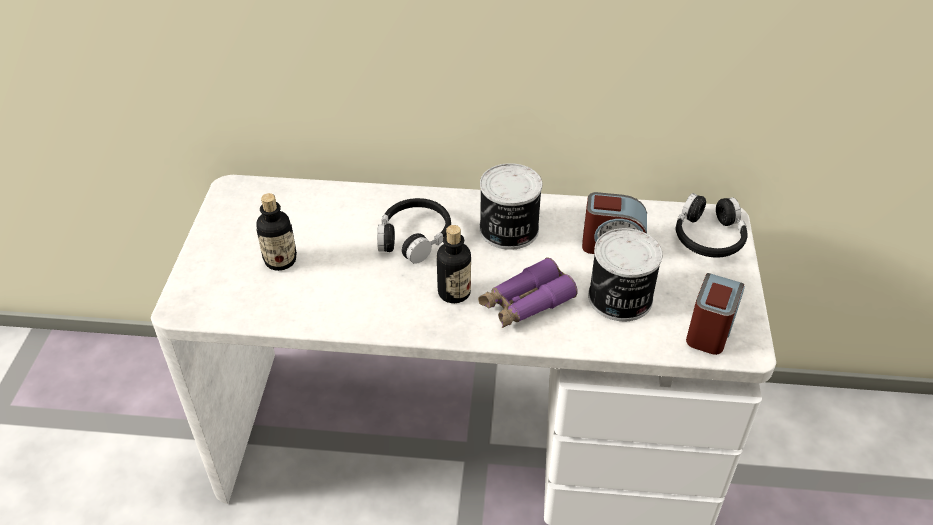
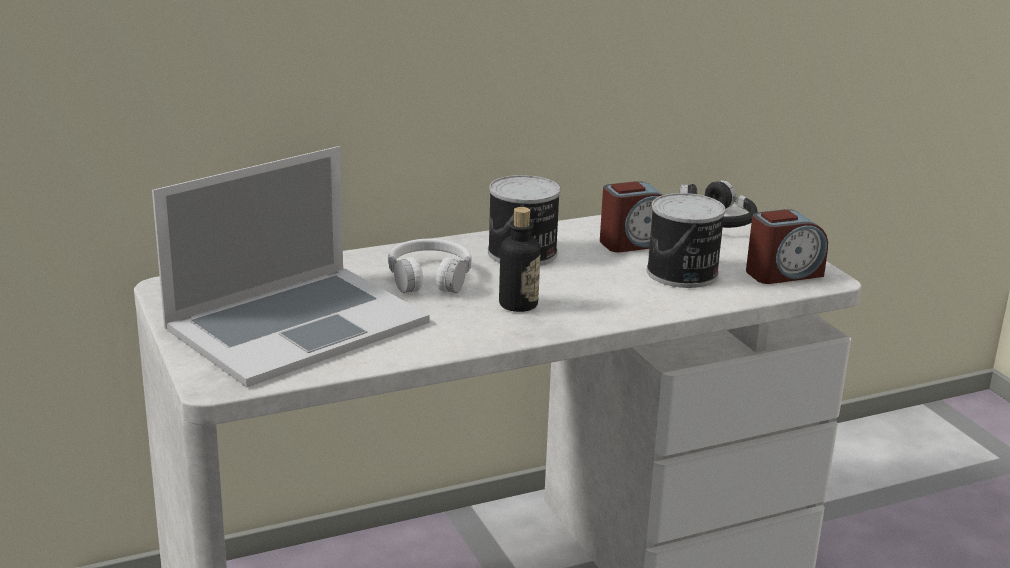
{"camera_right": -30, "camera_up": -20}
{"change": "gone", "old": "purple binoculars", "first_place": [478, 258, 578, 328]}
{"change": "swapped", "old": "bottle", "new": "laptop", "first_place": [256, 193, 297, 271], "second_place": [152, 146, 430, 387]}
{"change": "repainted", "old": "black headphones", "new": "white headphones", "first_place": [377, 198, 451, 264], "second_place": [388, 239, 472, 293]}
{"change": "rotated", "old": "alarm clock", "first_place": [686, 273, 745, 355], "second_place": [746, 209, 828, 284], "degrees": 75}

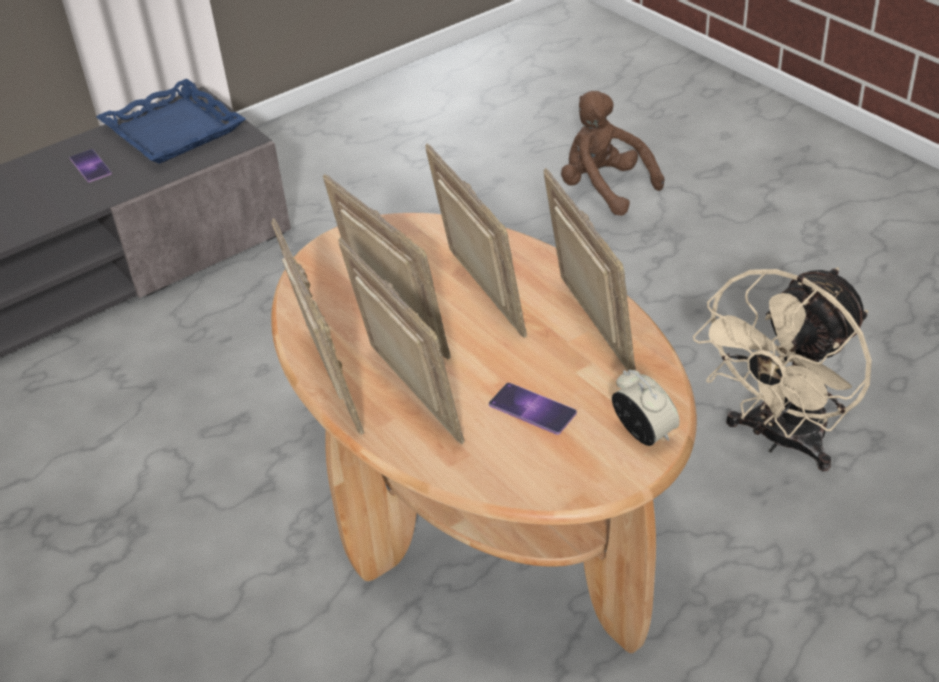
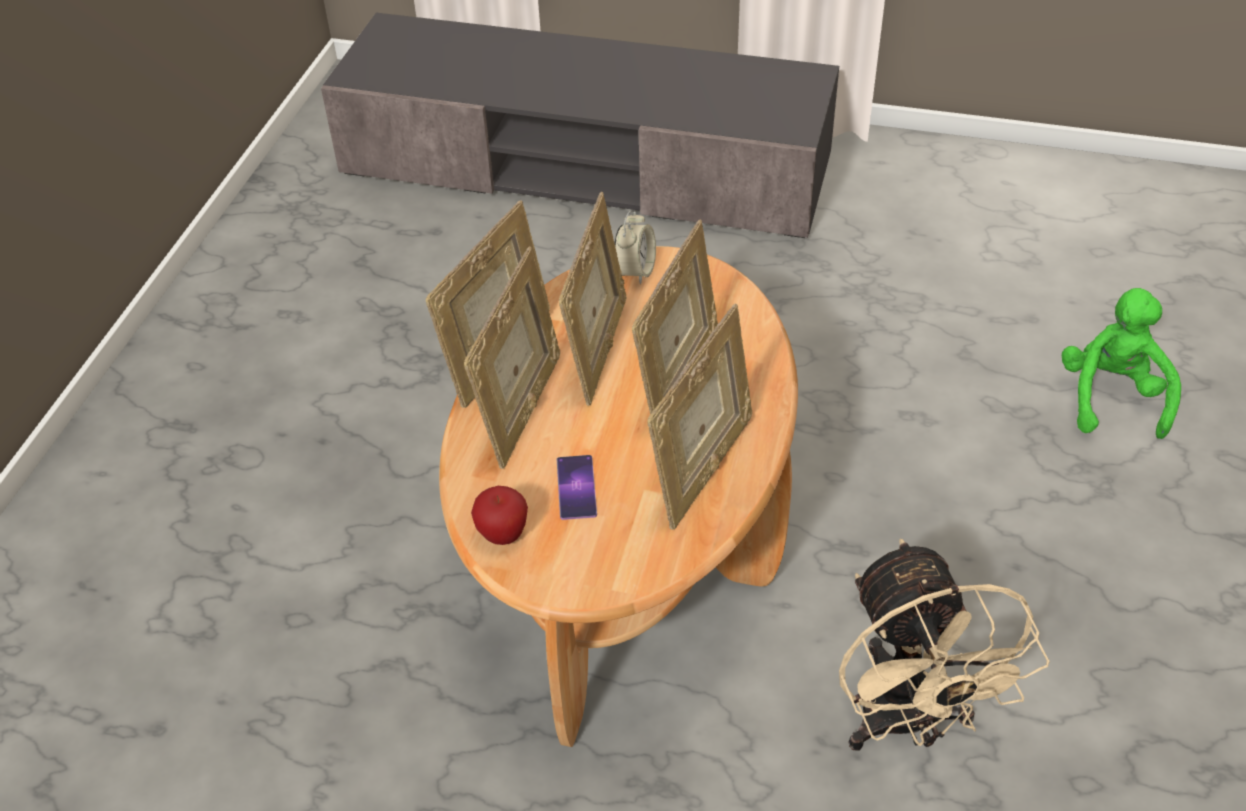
{"camera_right": 50, "camera_up": 5}
{"change": "gone", "old": "phone", "first_place": [69, 149, 112, 182]}
{"change": "gone", "old": "blue tray", "first_place": [96, 79, 246, 164]}
{"change": "new", "new": "apple", "second_place": [471, 486, 528, 545]}
{"change": "shifted", "old": "alarm clock", "first_place": [612, 369, 680, 446], "second_place": [615, 210, 656, 284]}
{"change": "repainted", "old": "brown plush toy", "new": "green plush toy", "first_place": [561, 91, 664, 216], "second_place": [1062, 288, 1181, 439]}
{"change": "rotated", "old": "beige fan", "first_place": [693, 267, 872, 471], "second_place": [839, 539, 1050, 751], "degrees": -105}

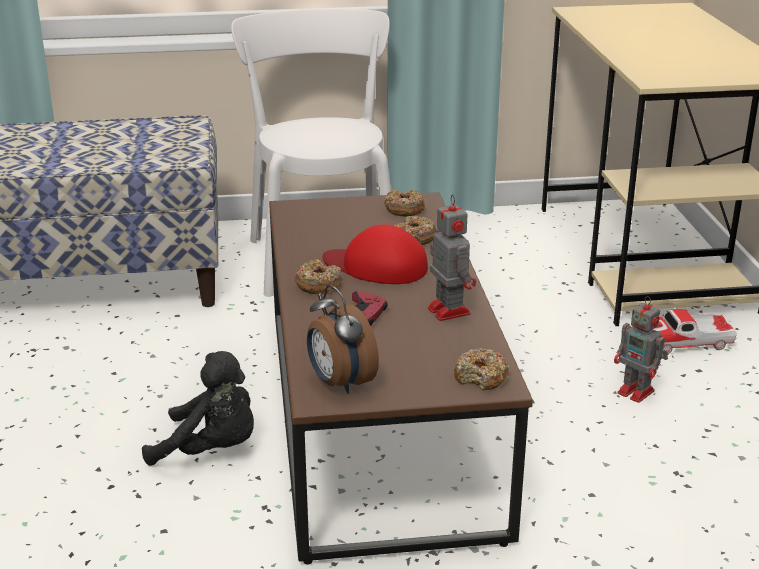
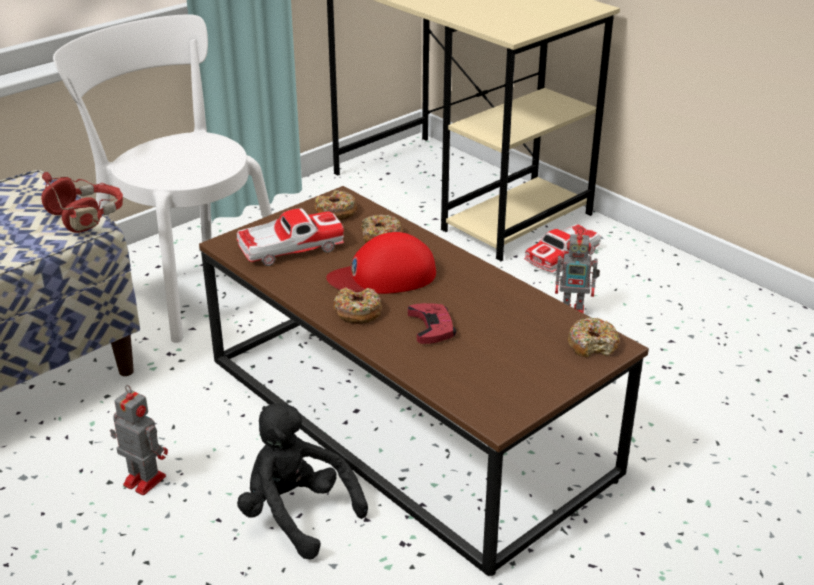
{"camera_right": -35, "camera_up": 5}
{"change": "gone", "old": "alarm clock", "first_place": [307, 285, 379, 394]}
{"change": "new", "new": "red headphones", "second_place": [41, 172, 123, 233]}
{"change": "new", "new": "toy car", "second_place": [236, 208, 344, 266]}
{"change": "shifted", "old": "toy robot", "first_place": [428, 194, 476, 321], "second_place": [110, 385, 168, 495]}
{"change": "rotated", "old": "black plush toy", "first_place": [142, 351, 254, 466], "second_place": [237, 403, 368, 560], "degrees": -120}

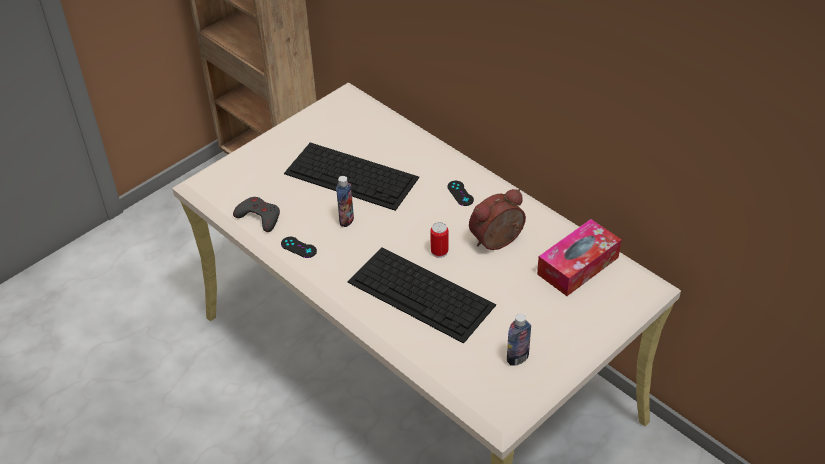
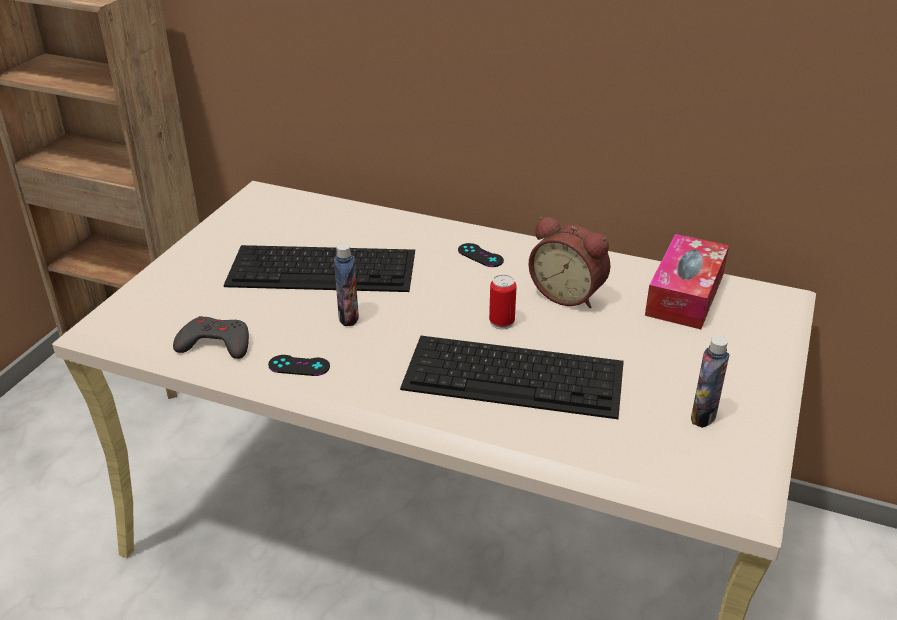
{"camera_right": -25, "camera_up": -10}
{"change": "rotated", "old": "alarm clock", "first_place": [469, 189, 526, 250], "second_place": [529, 217, 610, 308], "degrees": -90}

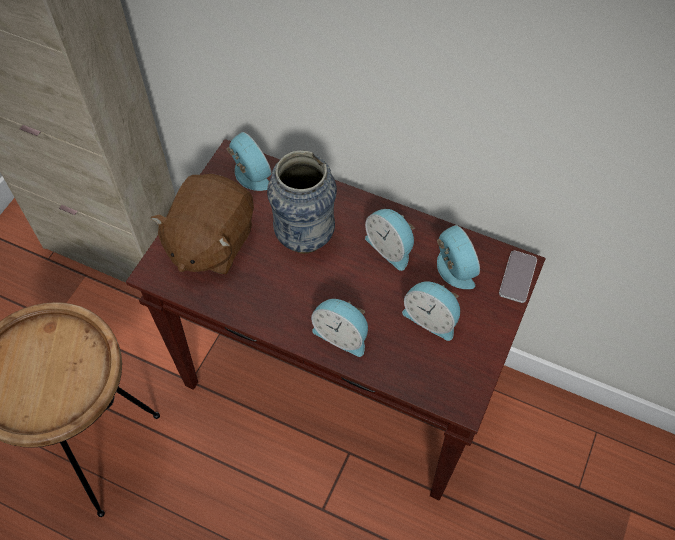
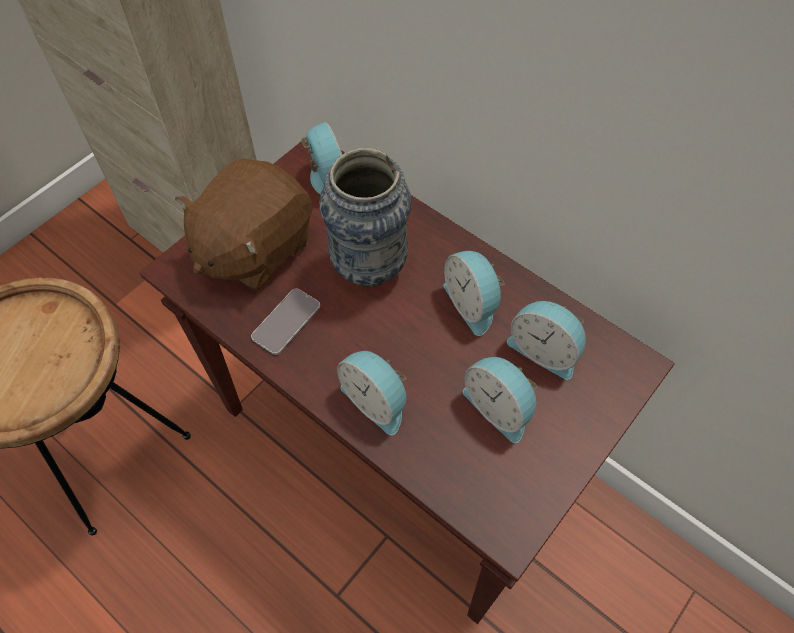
{"camera_right": 15, "camera_up": 0}
{"change": "shifted", "old": "phone", "first_place": [499, 251, 537, 303], "second_place": [251, 288, 320, 355]}
{"change": "rotated", "old": "alarm clock", "first_place": [437, 225, 480, 289], "second_place": [507, 301, 586, 380], "degrees": 135}

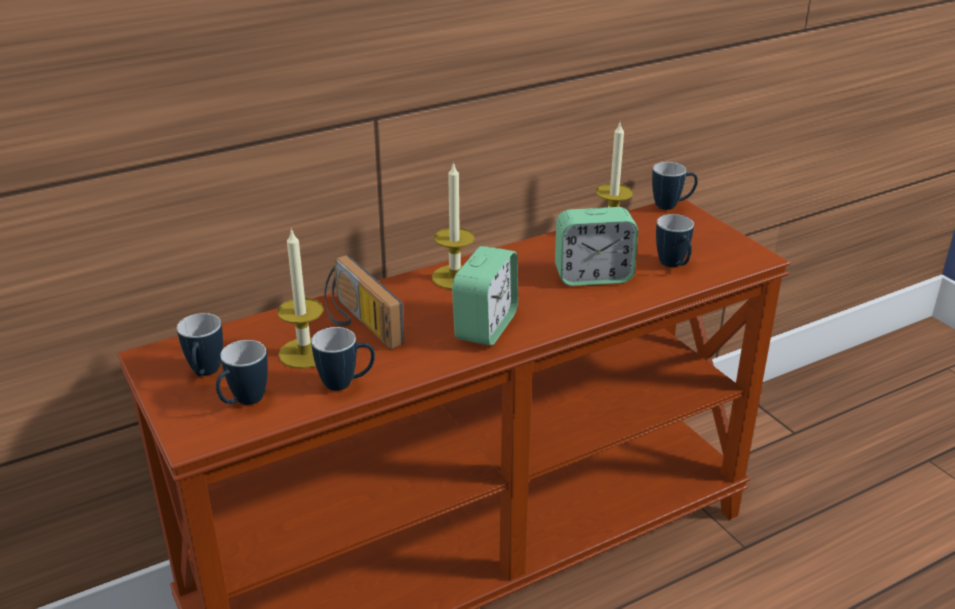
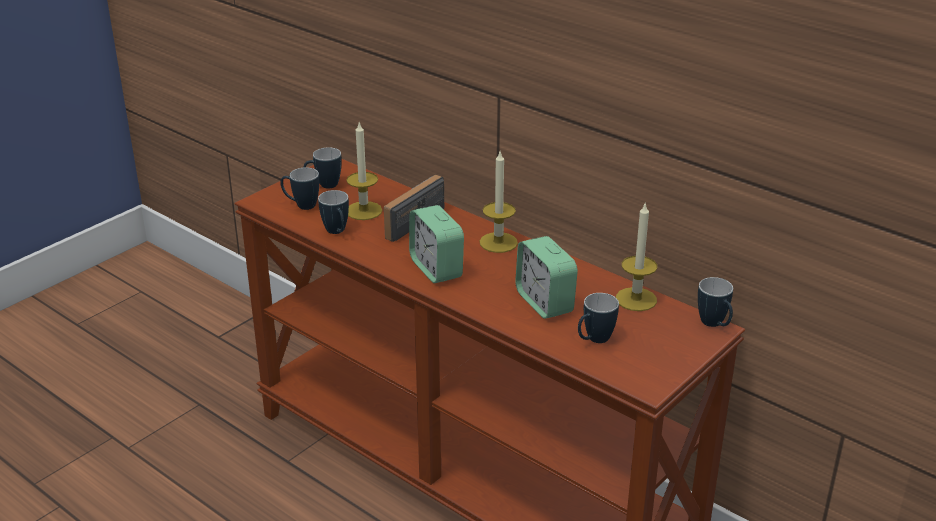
{"camera_right": 70, "camera_up": 0}
{"change": "rotated", "old": "alarm clock", "first_place": [452, 246, 518, 346], "second_place": [409, 205, 464, 283], "degrees": 60}

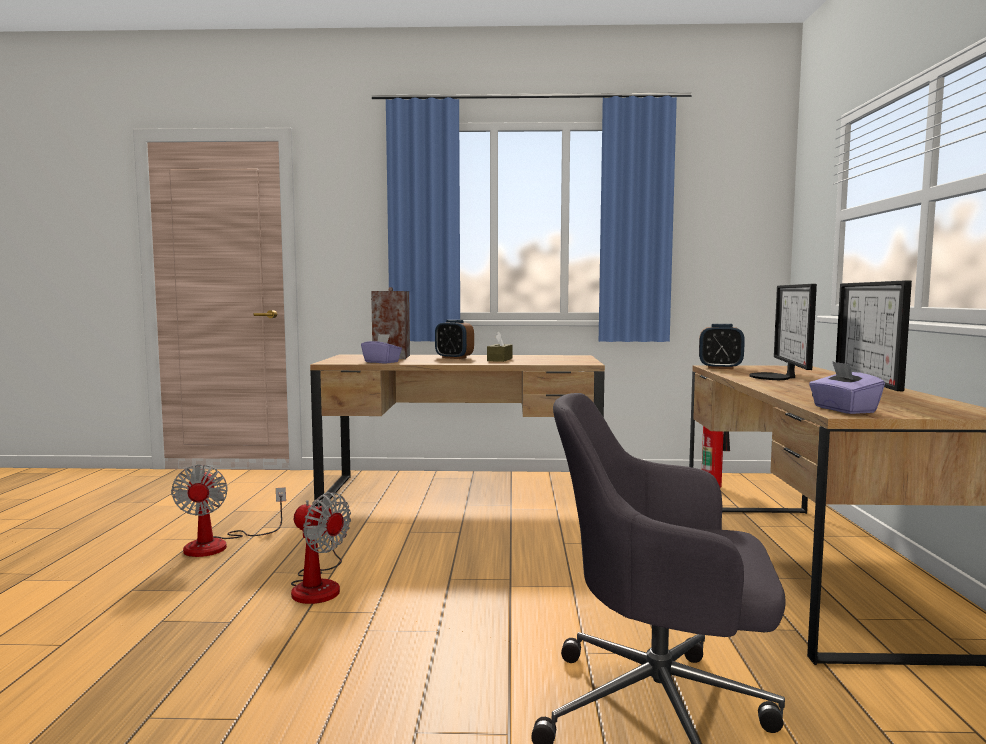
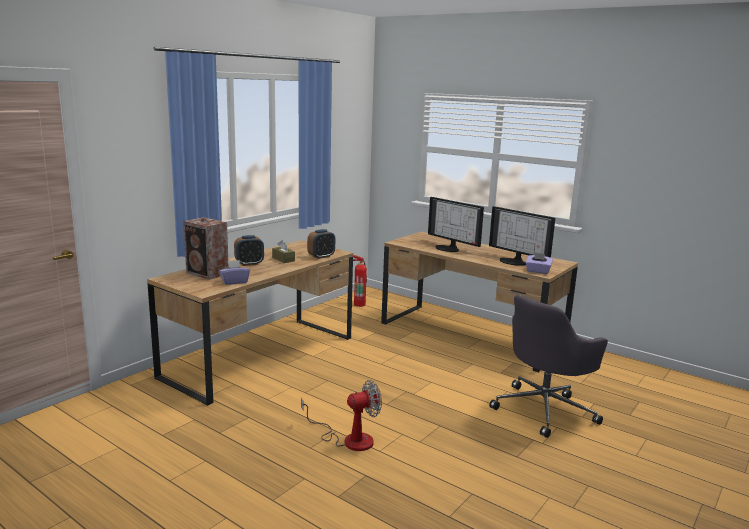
{"camera_right": -55, "camera_up": 10}
{"change": "gone", "old": "fan", "first_place": [171, 465, 286, 557]}
{"change": "shifted", "old": "alarm clock", "first_place": [699, 324, 745, 369], "second_place": [307, 229, 335, 259]}

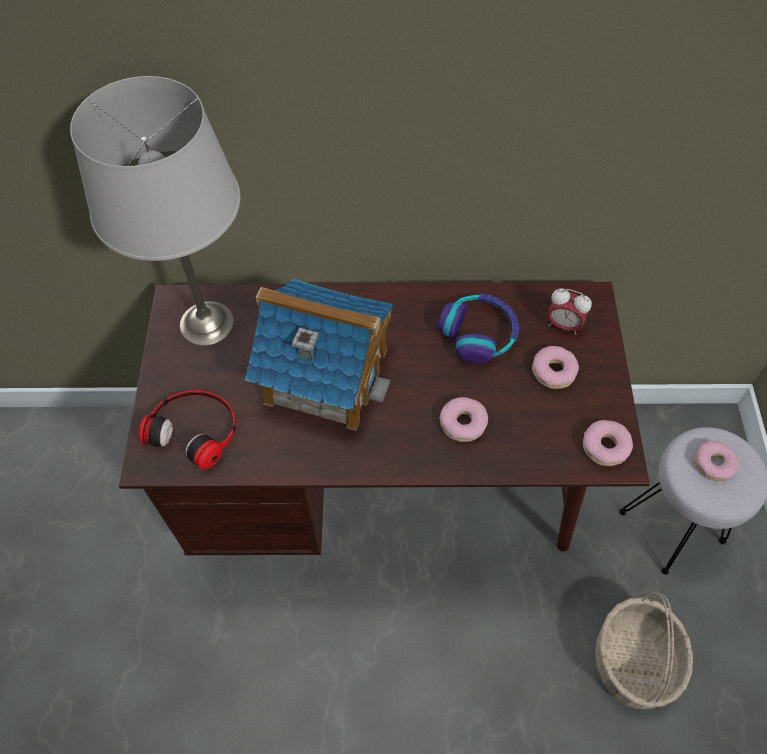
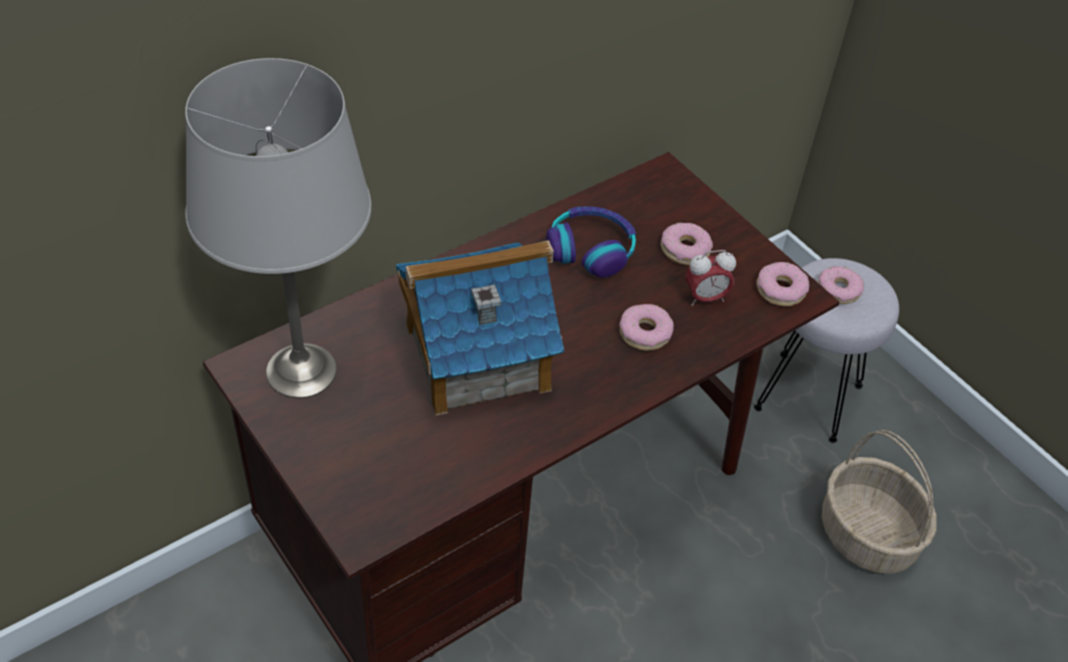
{"camera_right": -40, "camera_up": -10}
{"change": "gone", "old": "headphones", "first_place": [139, 390, 236, 470]}
{"change": "shifted", "old": "alarm clock", "first_place": [547, 288, 592, 335], "second_place": [685, 250, 736, 306]}

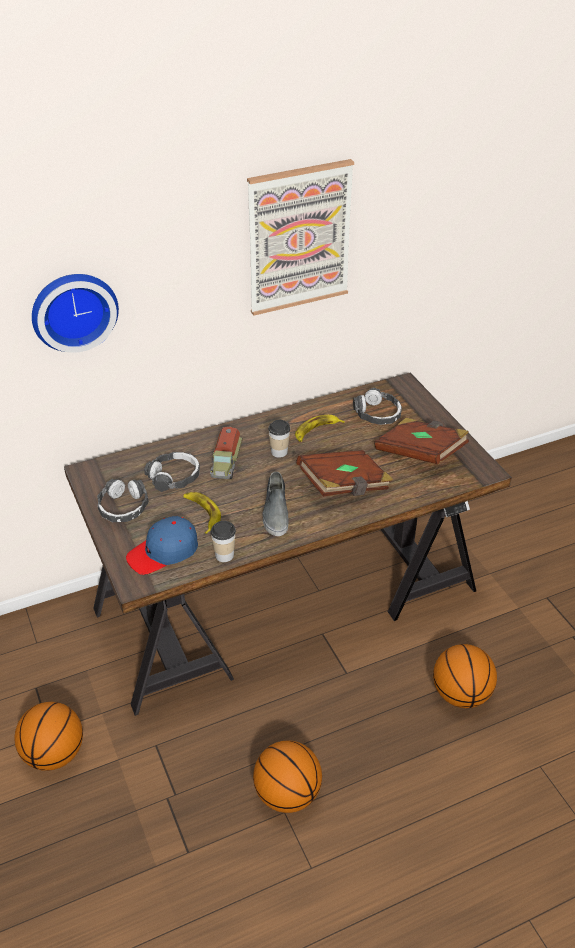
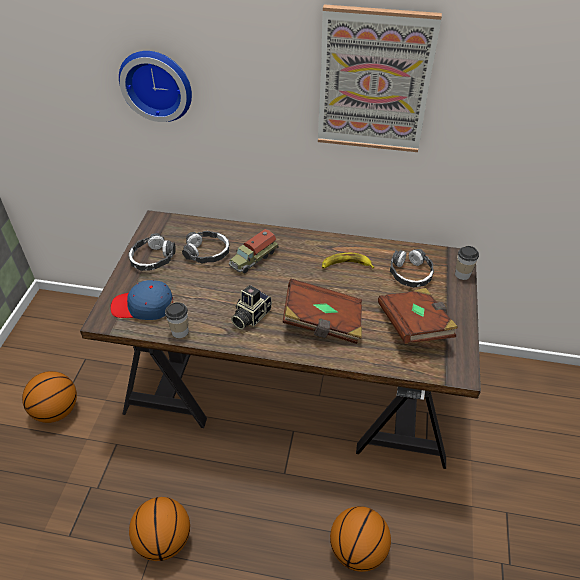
{"camera_right": 35, "camera_up": 5}
{"change": "gone", "old": "banana", "first_place": [184, 492, 221, 534]}
{"change": "shifted", "old": "cup", "first_place": [268, 420, 290, 458], "second_place": [455, 246, 479, 280]}
{"change": "swapped", "old": "grey shoe", "new": "photo camera", "first_place": [263, 472, 288, 536], "second_place": [231, 285, 272, 329]}

